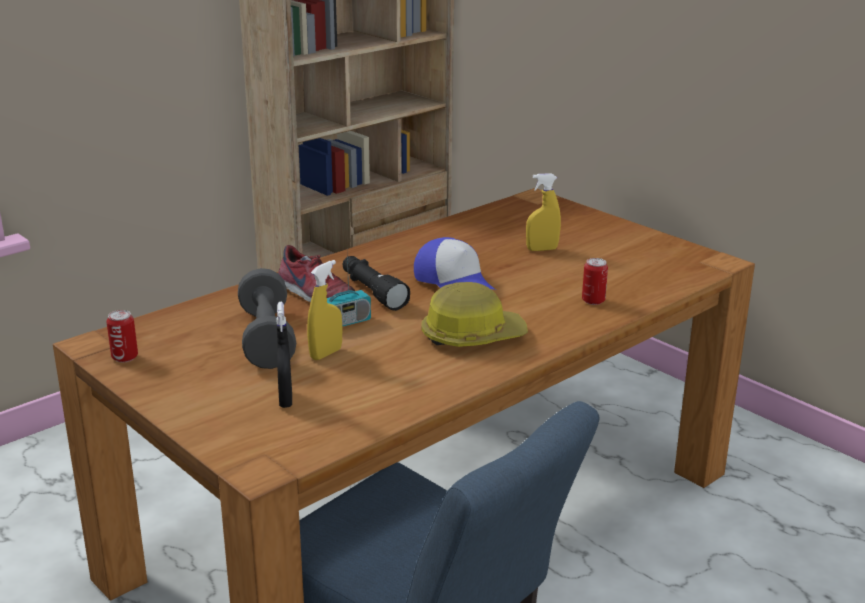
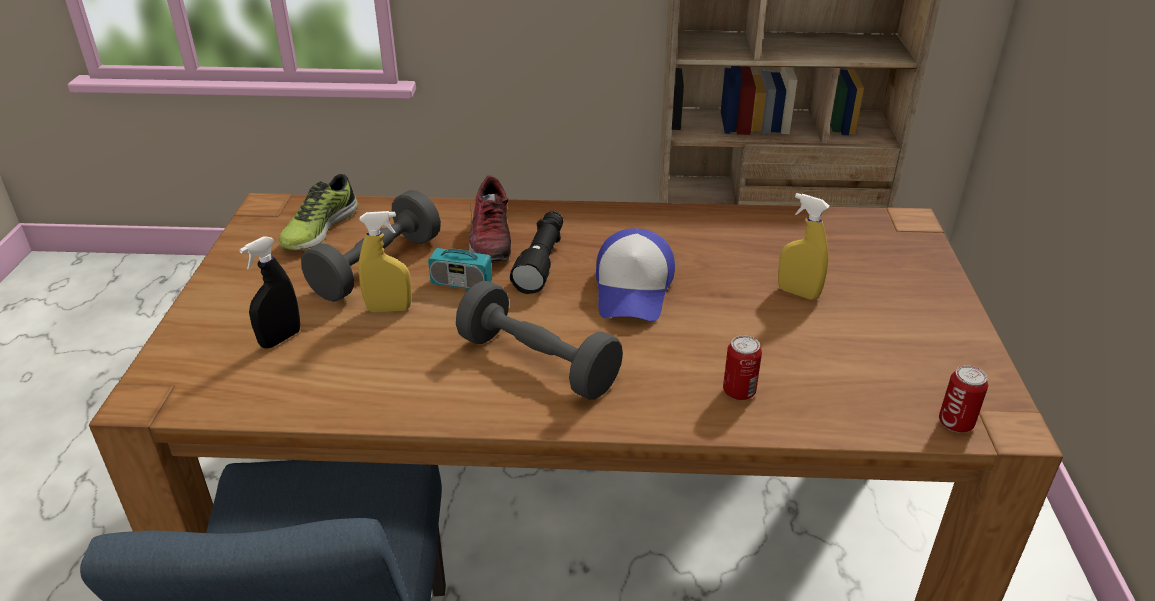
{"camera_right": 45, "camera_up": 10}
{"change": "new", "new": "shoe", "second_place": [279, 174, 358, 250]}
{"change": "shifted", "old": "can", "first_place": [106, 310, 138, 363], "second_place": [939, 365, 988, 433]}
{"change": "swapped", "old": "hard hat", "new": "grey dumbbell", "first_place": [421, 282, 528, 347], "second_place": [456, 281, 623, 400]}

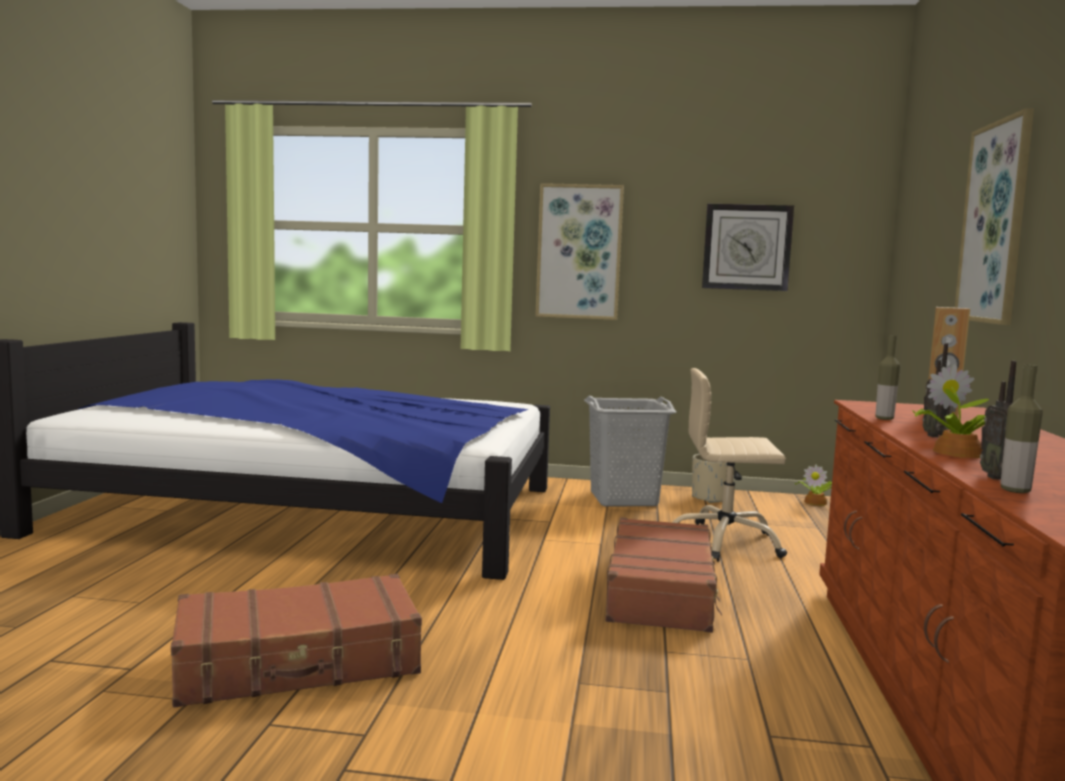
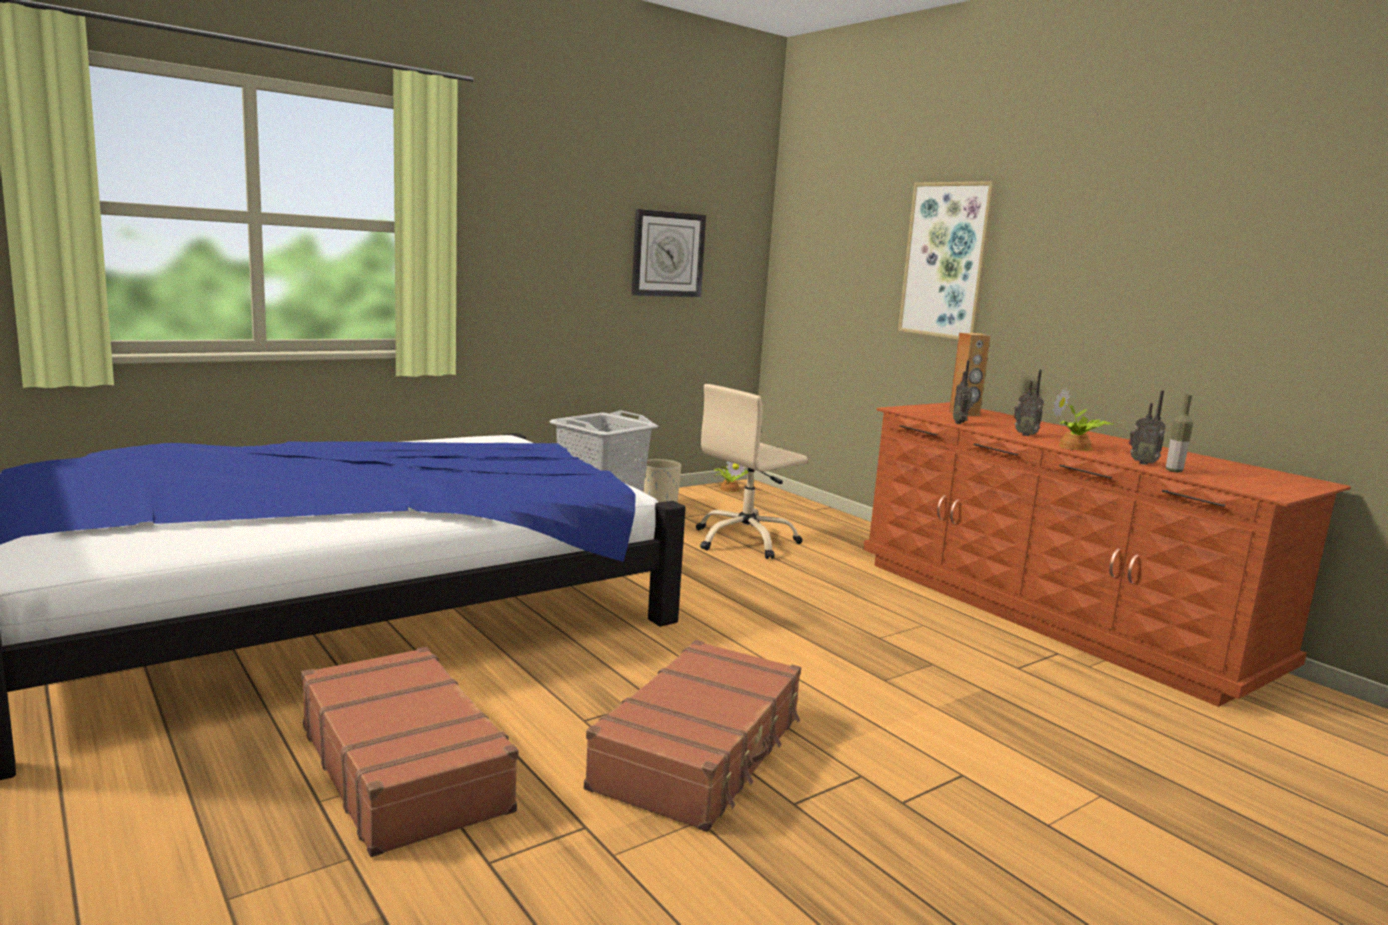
{"camera_right": -45, "camera_up": 5}
{"change": "gone", "old": "picture", "first_place": [535, 183, 624, 320]}
{"change": "shifted", "old": "brown suitcase", "first_place": [605, 517, 722, 633], "second_place": [301, 647, 519, 857]}
{"change": "swapped", "old": "bottle", "new": "radio", "first_place": [875, 335, 900, 420], "second_place": [953, 360, 973, 424]}

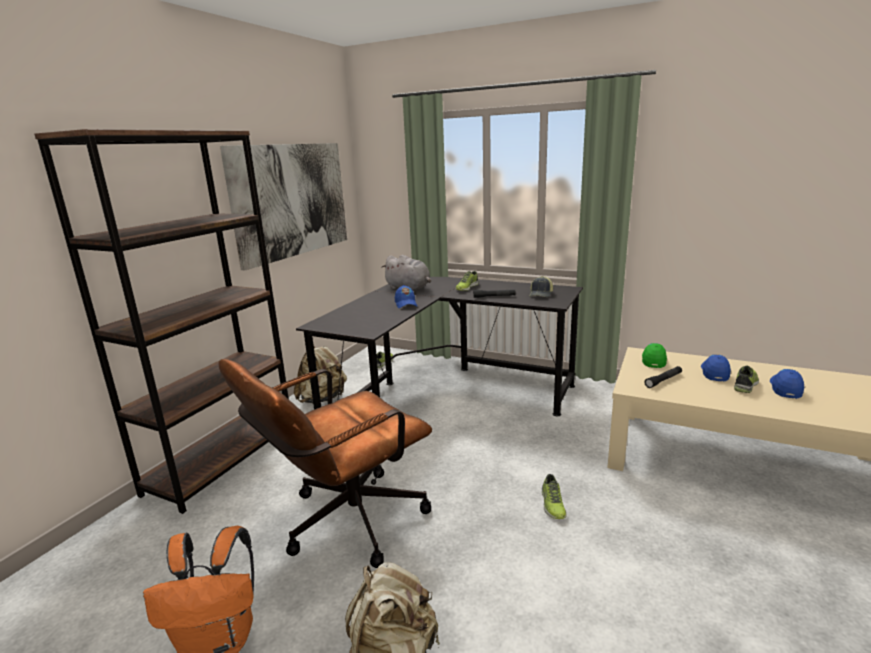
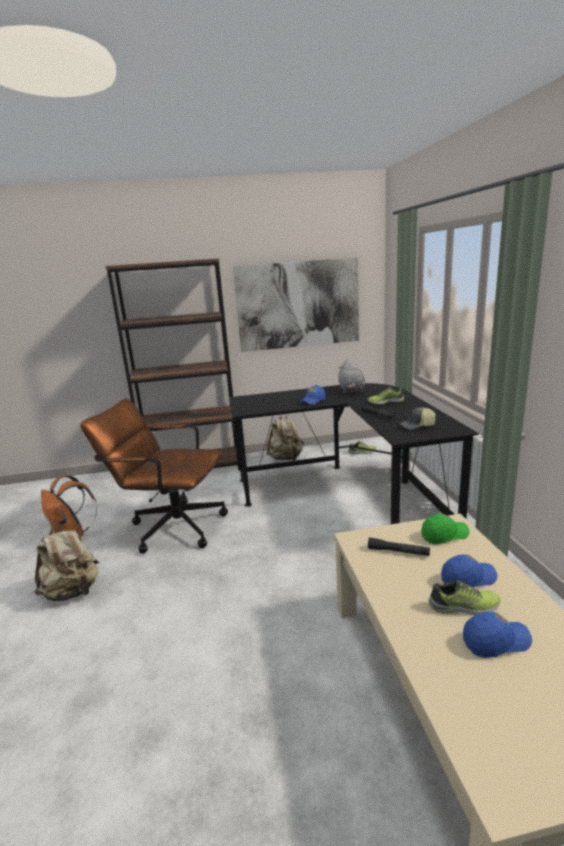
{"camera_right": 55, "camera_up": 0}
{"change": "gone", "old": "shoe", "first_place": [542, 474, 567, 519]}

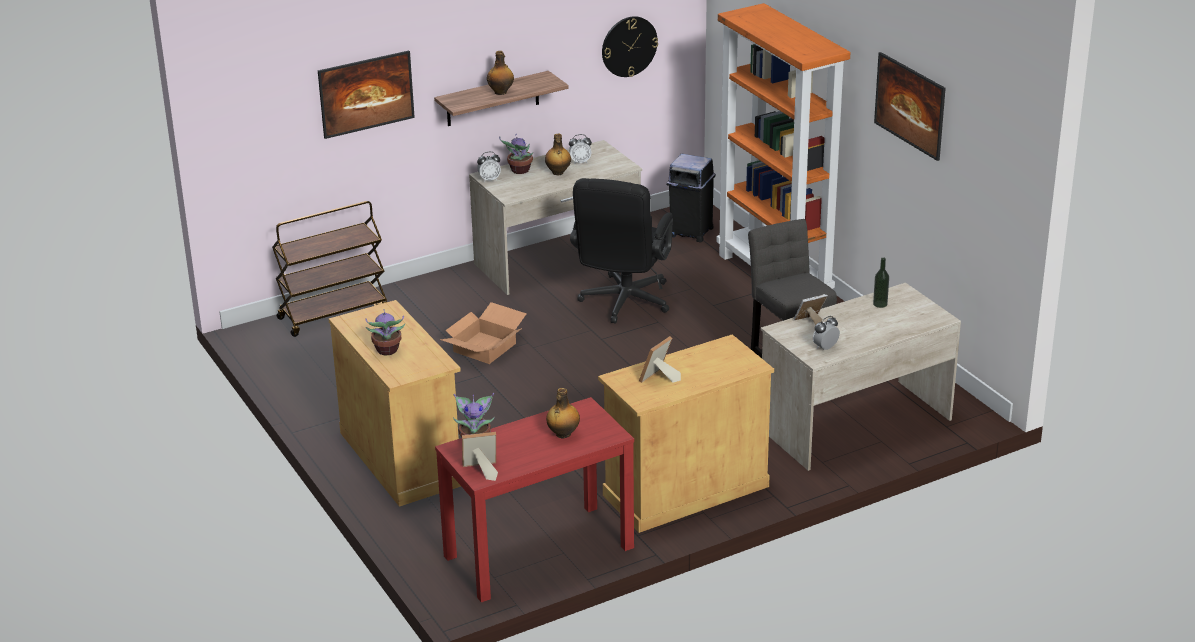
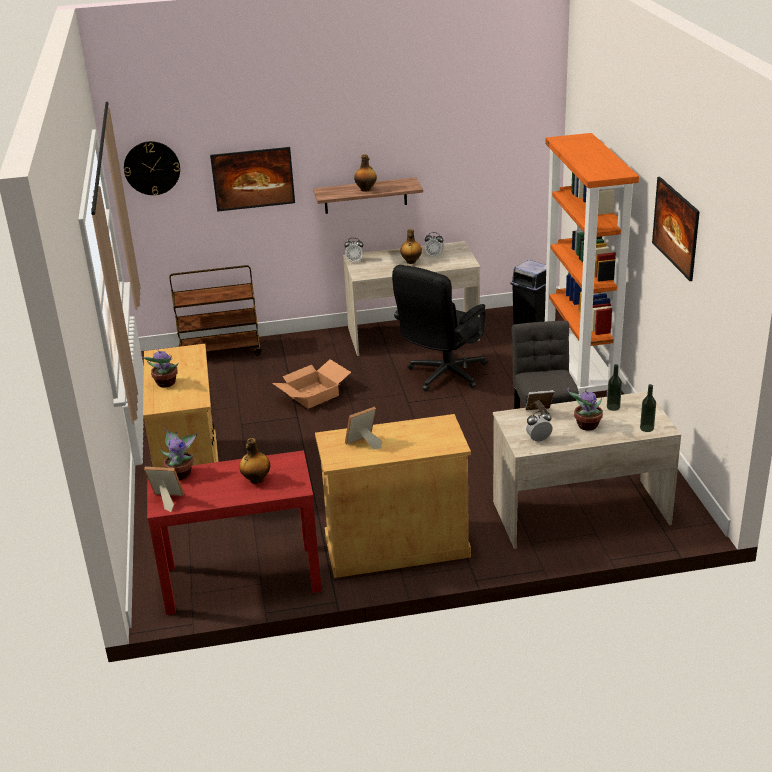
{"camera_right": 20, "camera_up": 0}
{"change": "new", "new": "bottle", "second_place": [640, 384, 656, 432]}
{"change": "shifted", "old": "potted plant", "first_place": [499, 134, 533, 174], "second_place": [567, 388, 603, 431]}
{"change": "shifted", "old": "wall clock", "first_place": [602, 16, 658, 77], "second_place": [124, 141, 180, 195]}

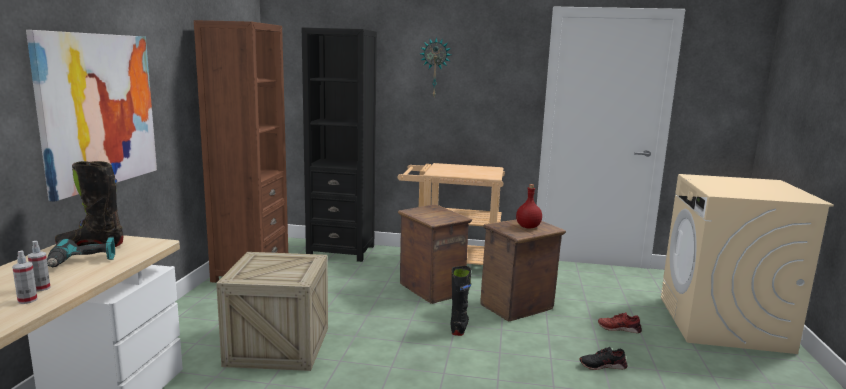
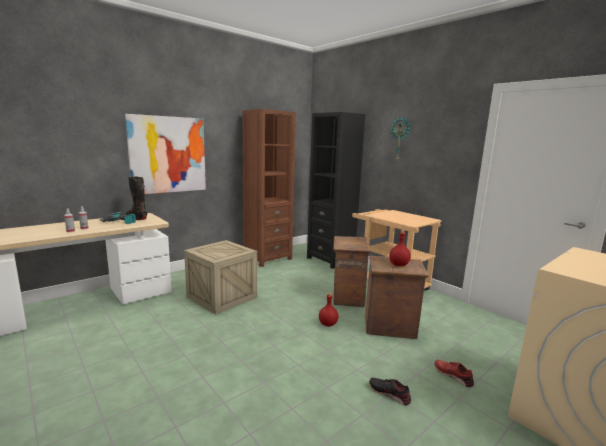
{"camera_right": 40, "camera_up": 0}
{"change": "swapped", "old": "black boot", "new": "red bottle", "first_place": [451, 266, 471, 336], "second_place": [319, 293, 339, 327]}

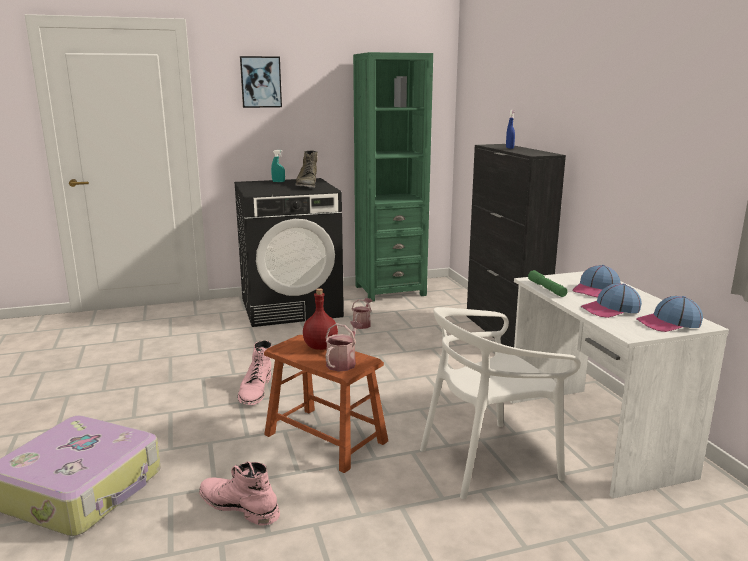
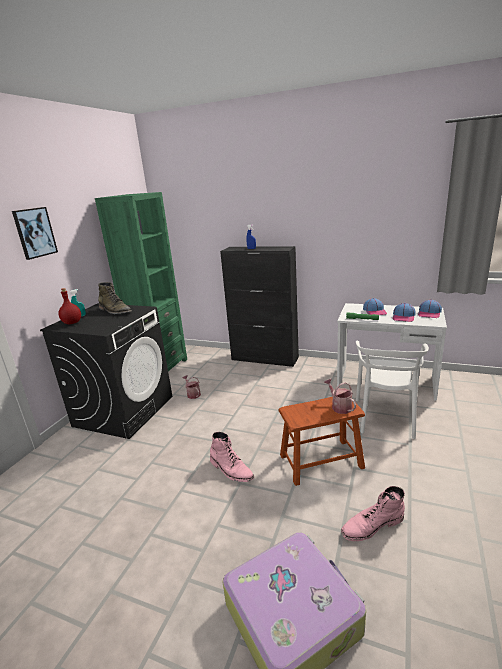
{"camera_right": -50, "camera_up": 5}
{"change": "shifted", "old": "red bottle", "first_place": [303, 288, 338, 350], "second_place": [58, 288, 81, 324]}

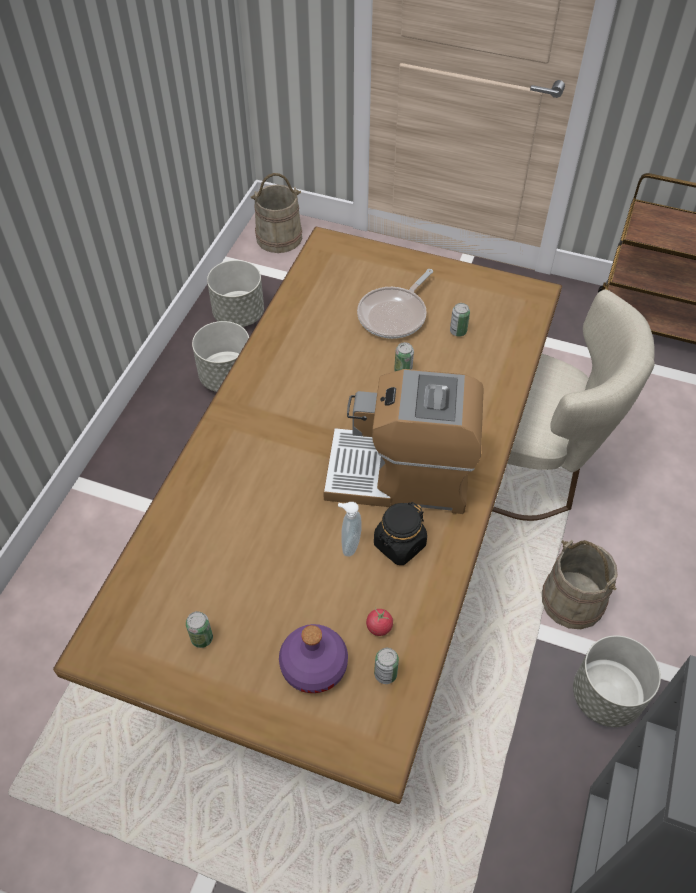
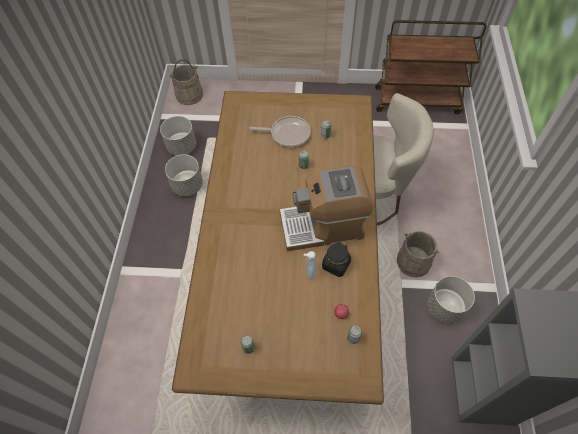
{"camera_right": -15, "camera_up": 5}
{"change": "gone", "old": "purple bottle", "first_place": [279, 624, 348, 693]}
{"change": "rotated", "old": "frying pan", "first_place": [357, 269, 433, 339], "second_place": [249, 116, 311, 147], "degrees": -105}

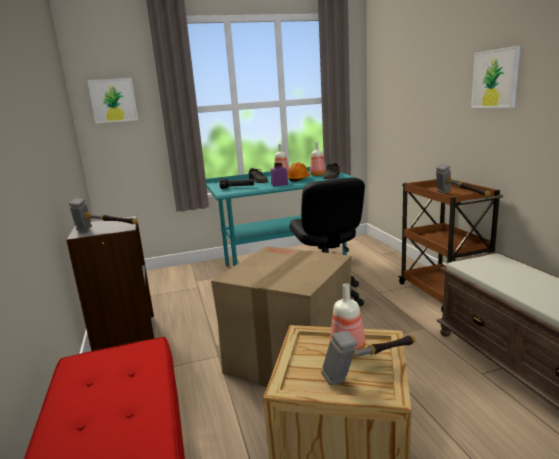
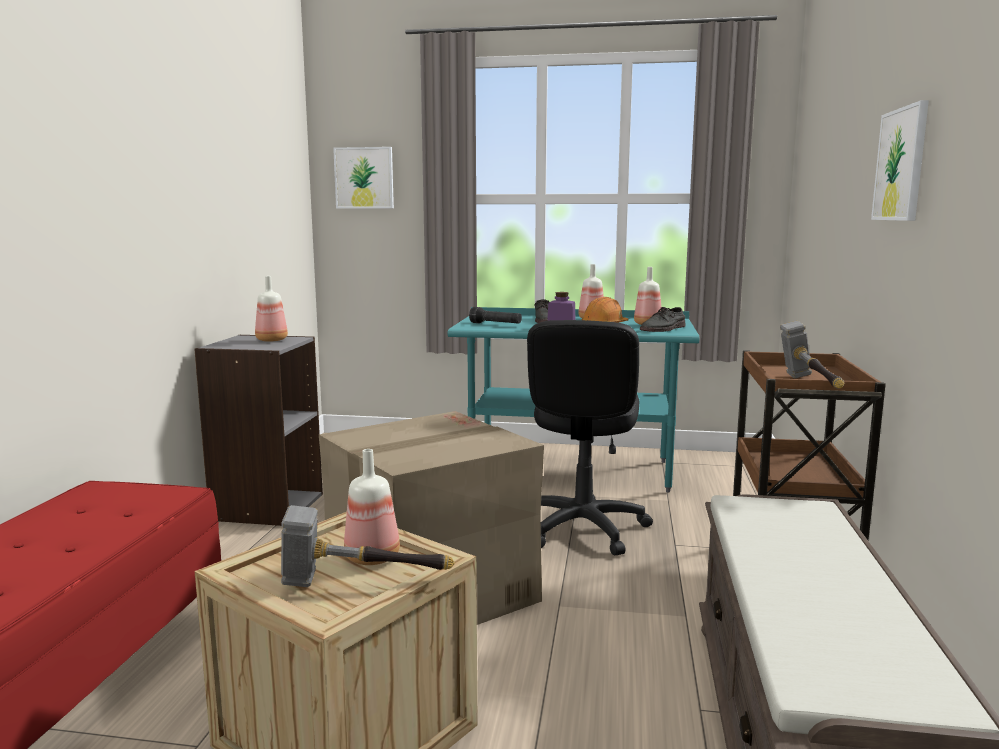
{"camera_right": 25, "camera_up": -5}
{"change": "gone", "old": "hammer", "first_place": [69, 198, 138, 231]}
{"change": "new", "new": "bottle", "second_place": [255, 276, 288, 342]}

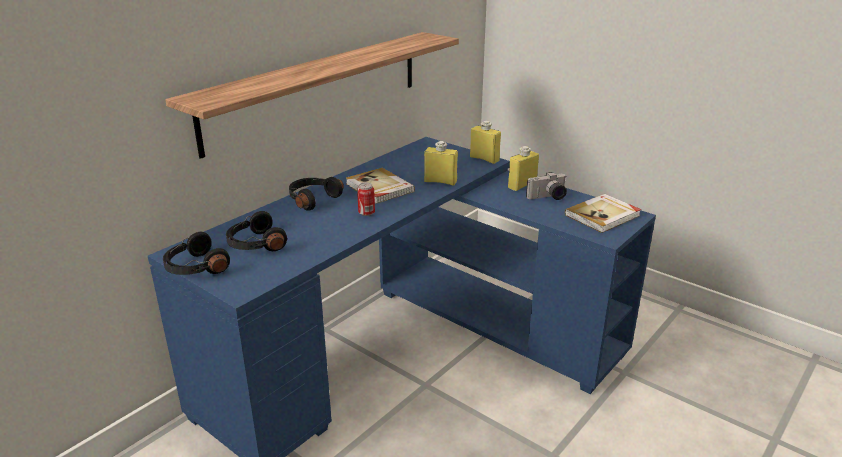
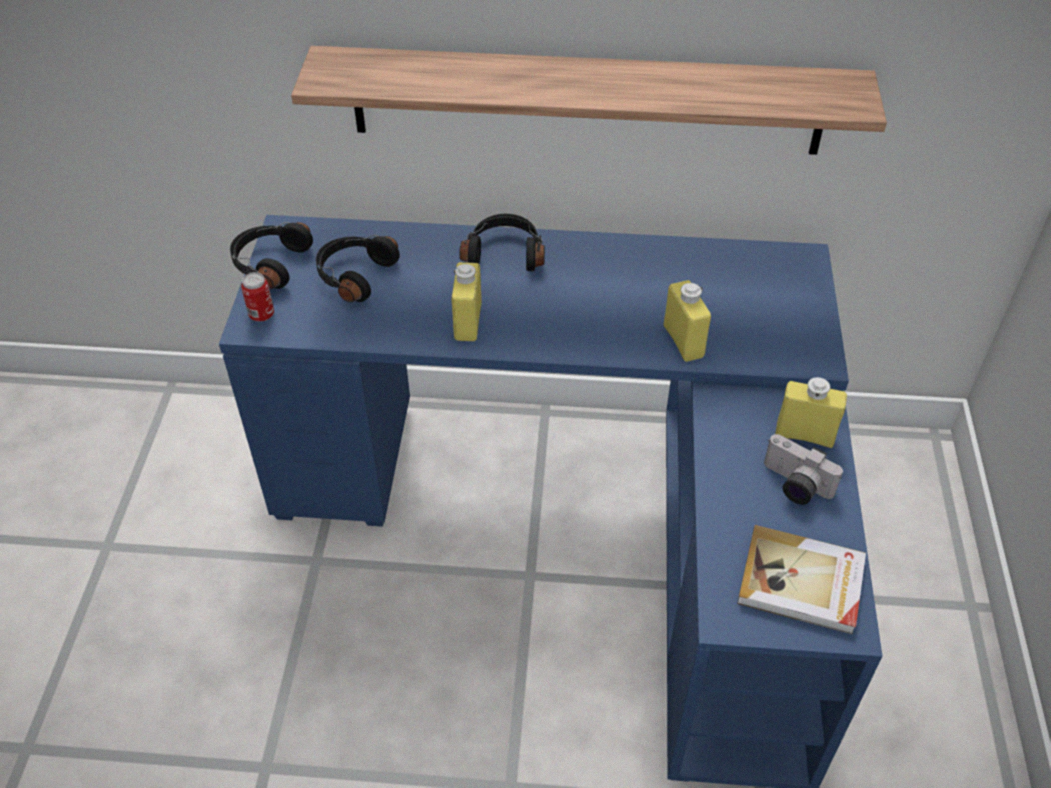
{"camera_right": 55, "camera_up": 20}
{"change": "gone", "old": "book", "first_place": [346, 168, 415, 204]}
{"change": "shifted", "old": "can", "first_place": [357, 182, 375, 216], "second_place": [241, 272, 274, 322]}
{"change": "shifted", "old": "yellow bottle", "first_place": [470, 121, 501, 164], "second_place": [452, 262, 482, 341]}

